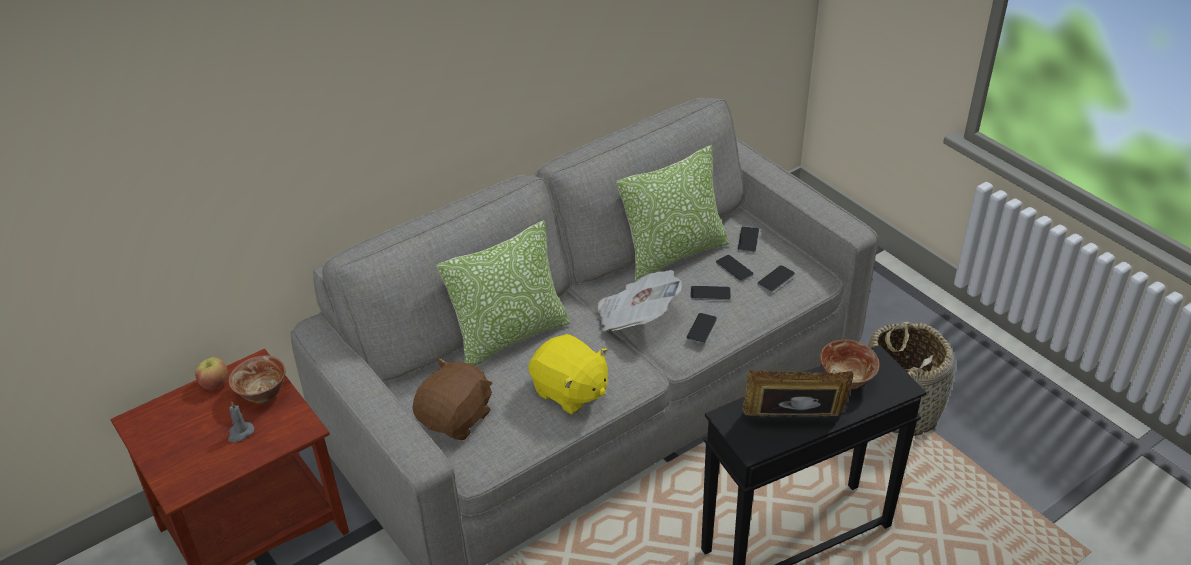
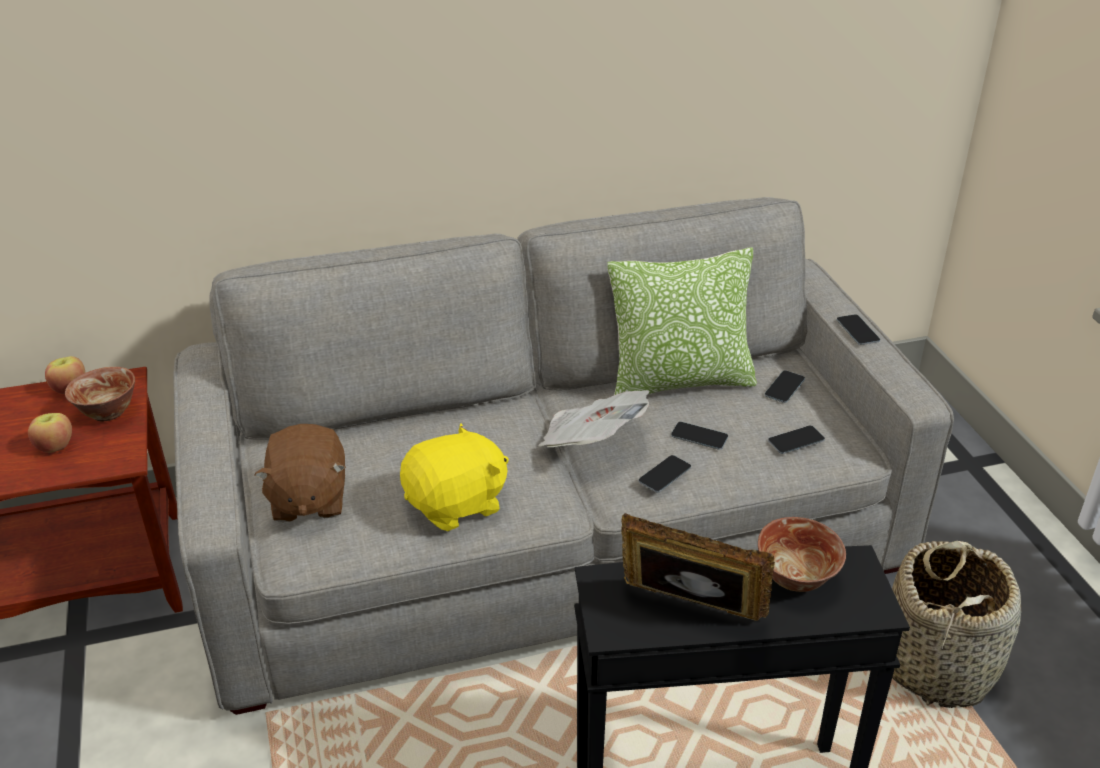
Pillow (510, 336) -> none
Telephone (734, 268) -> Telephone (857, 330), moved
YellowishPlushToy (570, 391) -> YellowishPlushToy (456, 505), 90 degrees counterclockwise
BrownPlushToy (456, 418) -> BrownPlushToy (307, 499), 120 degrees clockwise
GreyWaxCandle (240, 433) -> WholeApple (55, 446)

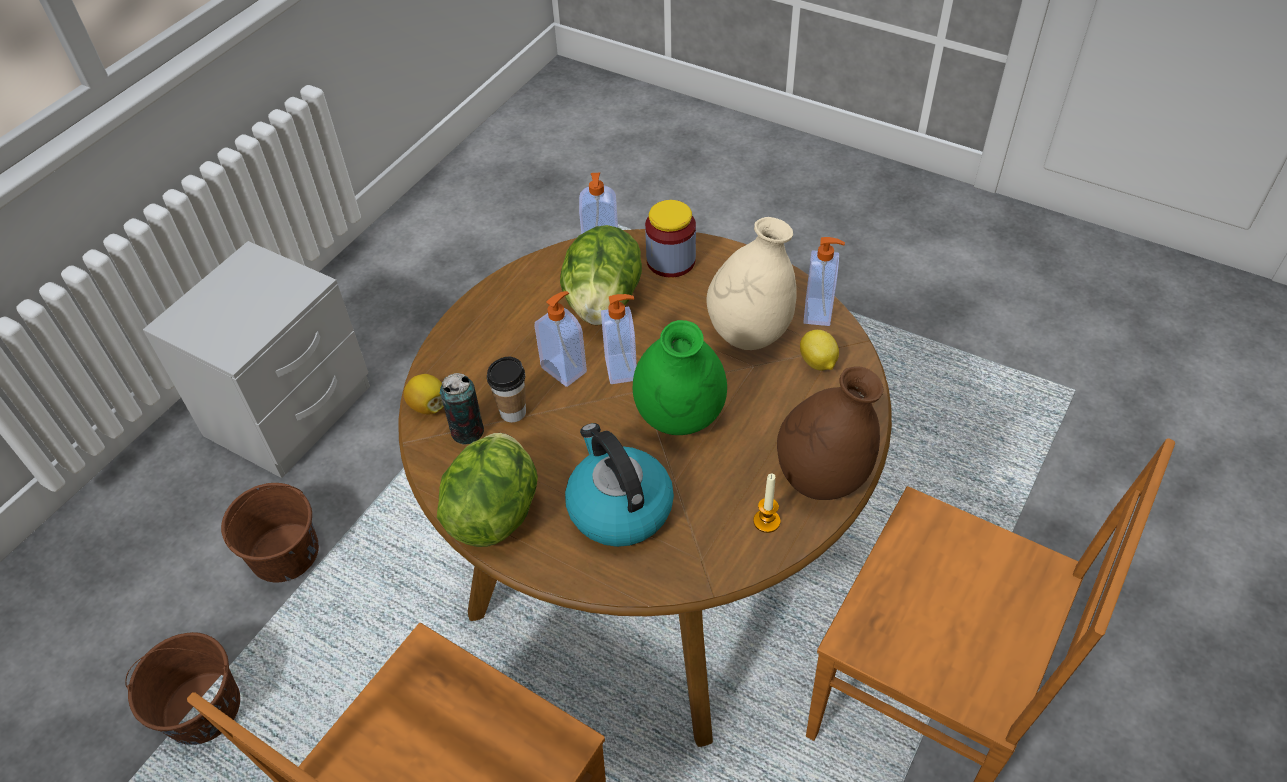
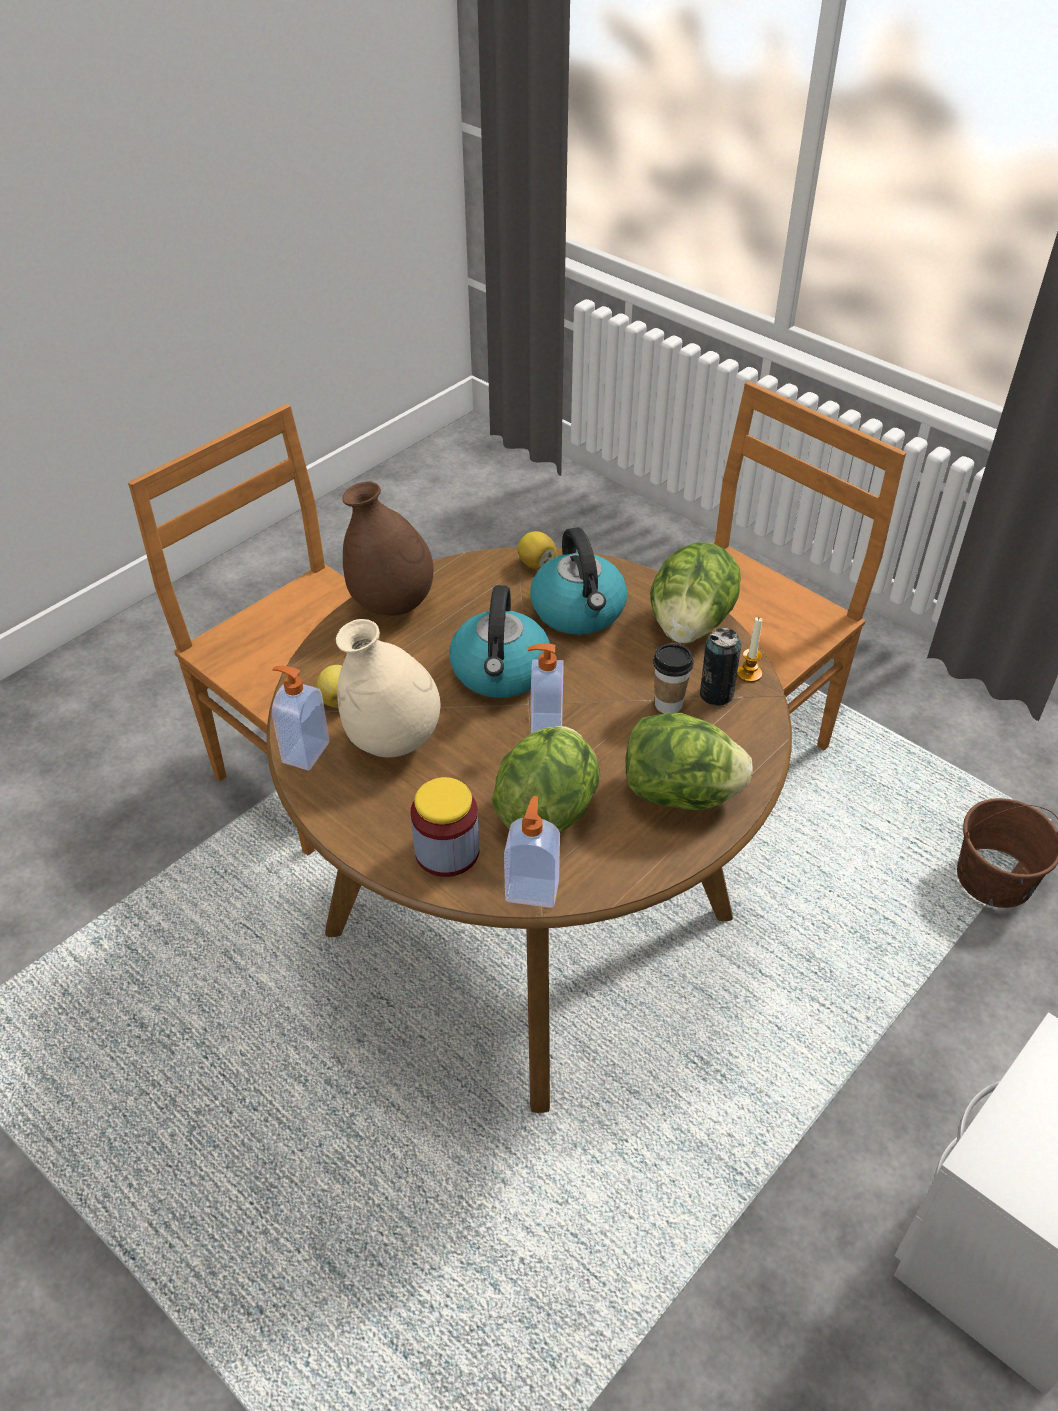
SoapDispenser (565, 369) -> none
GreenDecorativeVase (679, 418) -> WaterKettle (501, 672)
Lemon (428, 405) -> Lemon (536, 564), moved
WaxCandle (766, 521) -> WaxCandle (749, 673), moved
BrownBucket (285, 553) -> none
none -> LettuceHead (681, 794)

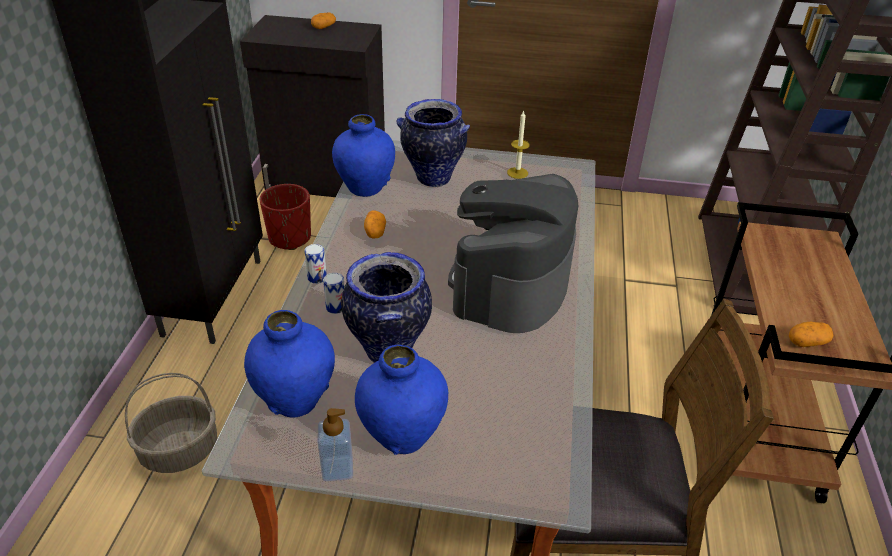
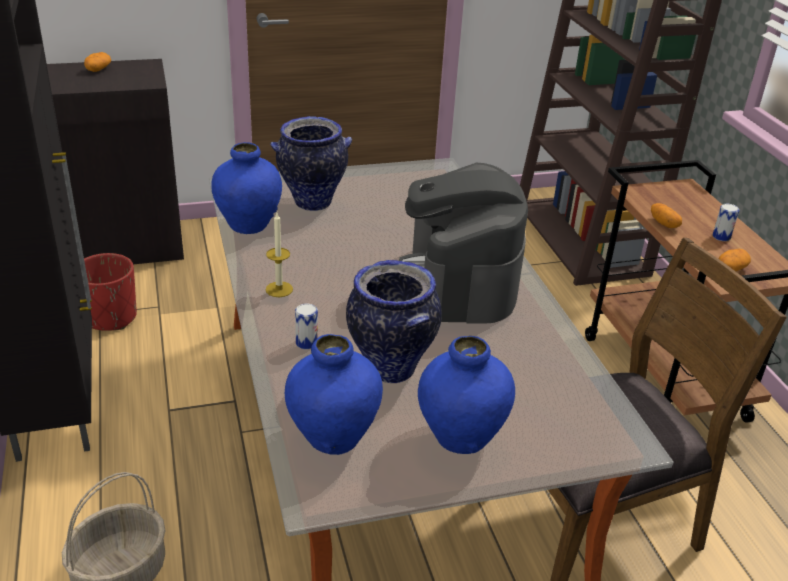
WaxCandle (517, 173) -> WaxCandle (279, 289), moved
Spud (375, 232) -> Spud (664, 223), moved
SealedCan (317, 277) -> SealedCan (721, 236), moved
SoapDispenser (337, 469) -> none

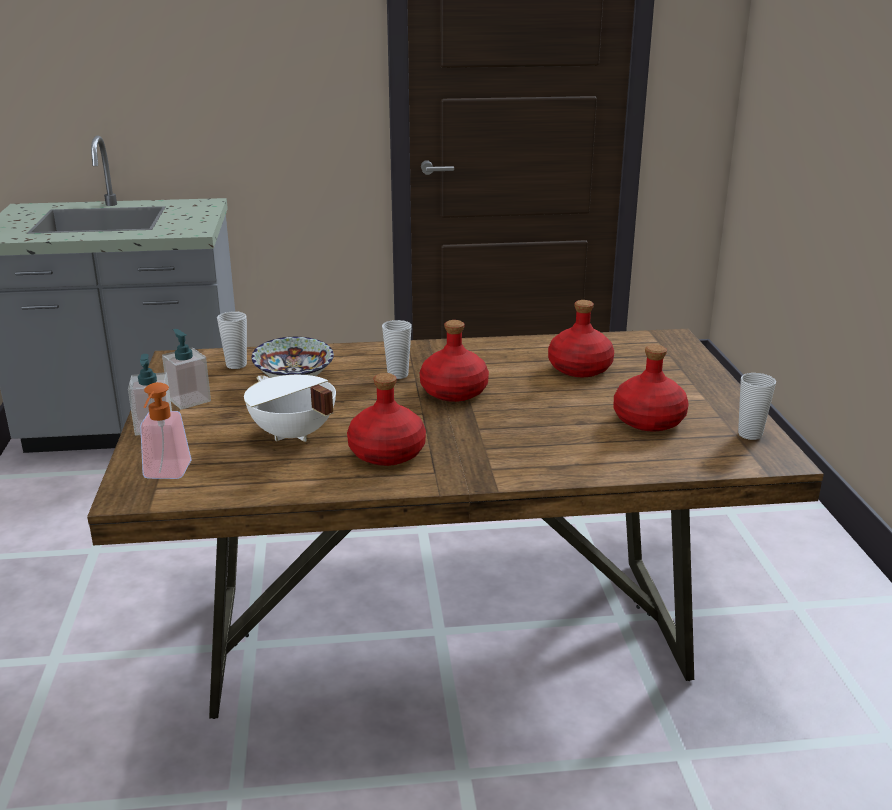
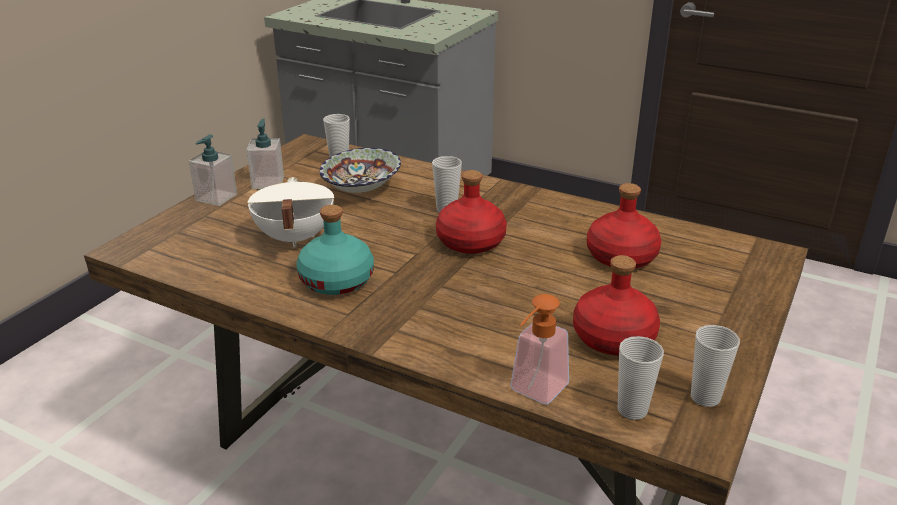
RedColouredDrinkBottle (387, 452) -> TurquoiseDrinkBottle (337, 280)
SoapDispenser (165, 475) -> SoapDispenser (534, 392), moved
none -> SmallCup (632, 410)

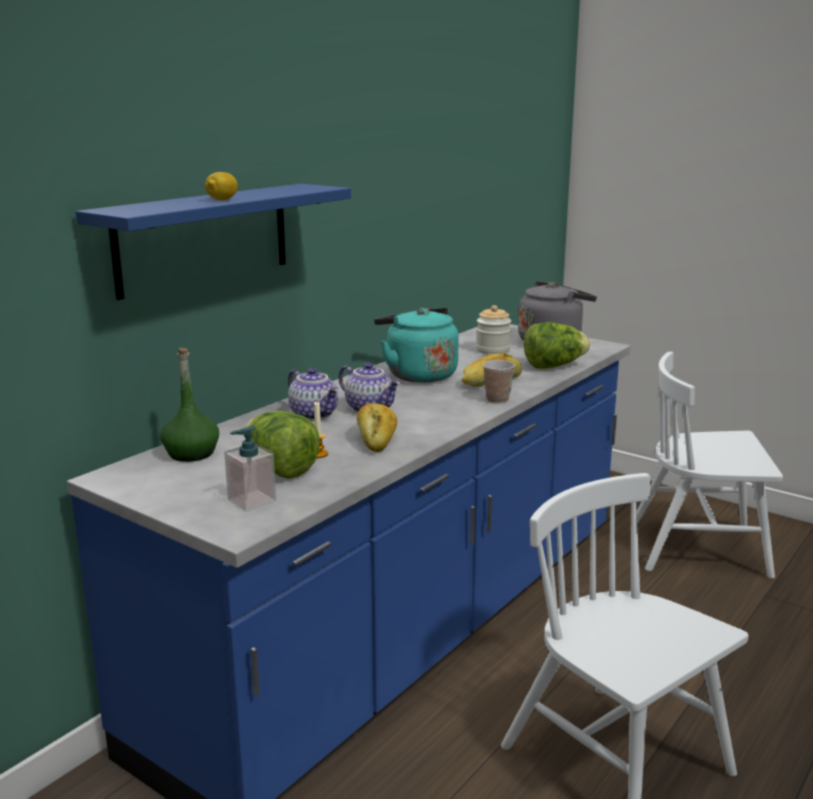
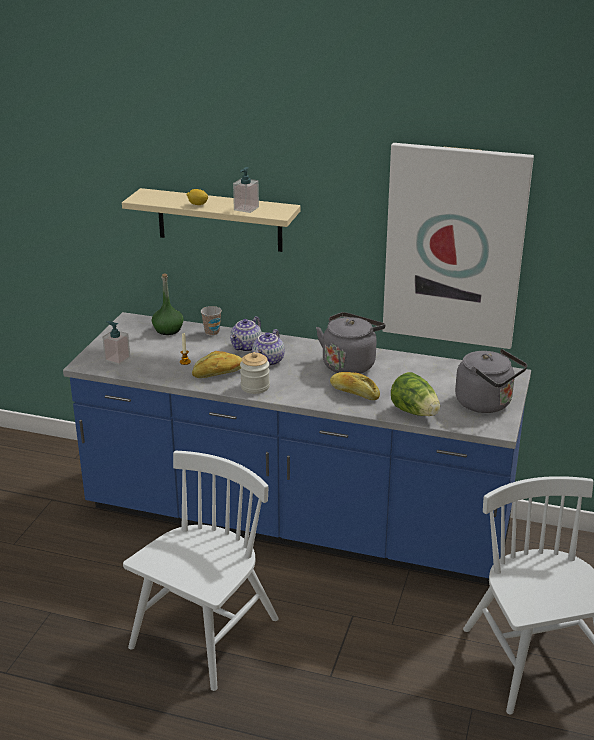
BluishShelf (204, 238) -> BeigeColouredShelf (219, 220)
Jar (492, 350) -> Jar (255, 387), moved
TurquoiseWaterKettle (418, 374) -> GreyWaterKettle (350, 364)
SmallCup (497, 400) -> SmallCup (212, 332), moved
LettuceHead (279, 469) -> none
none -> WallArt (454, 246)
none -> SoapDispenser (246, 208)

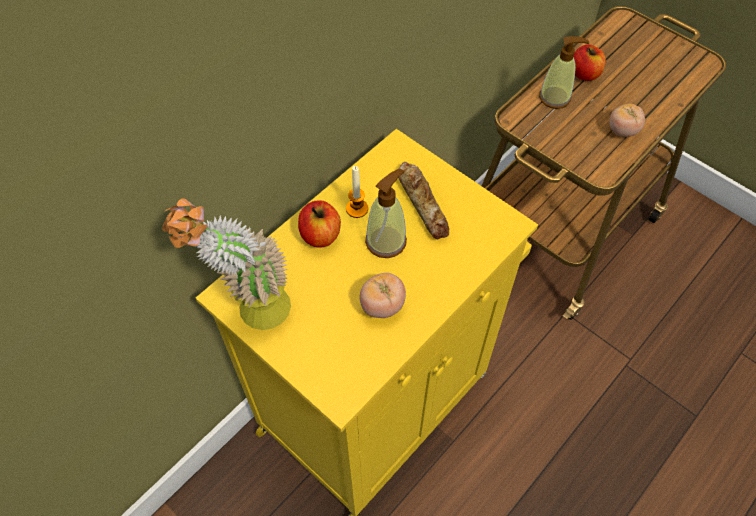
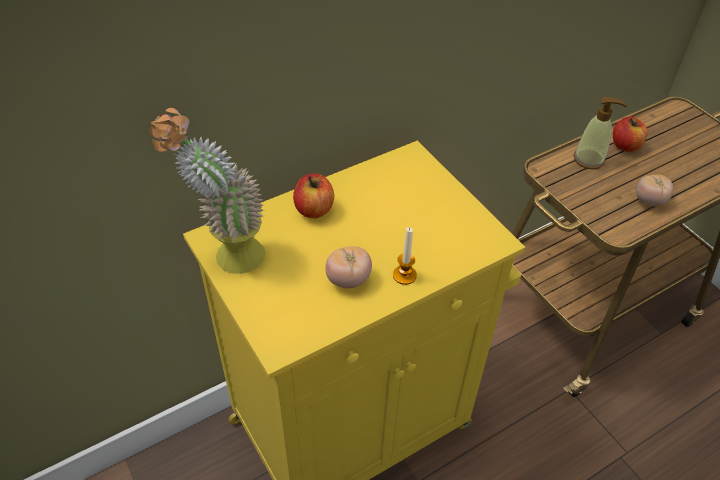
Bread (423, 203) -> none
WaxCandle (357, 209) -> WaxCandle (404, 275), moved
SoapDispenser (386, 241) -> none

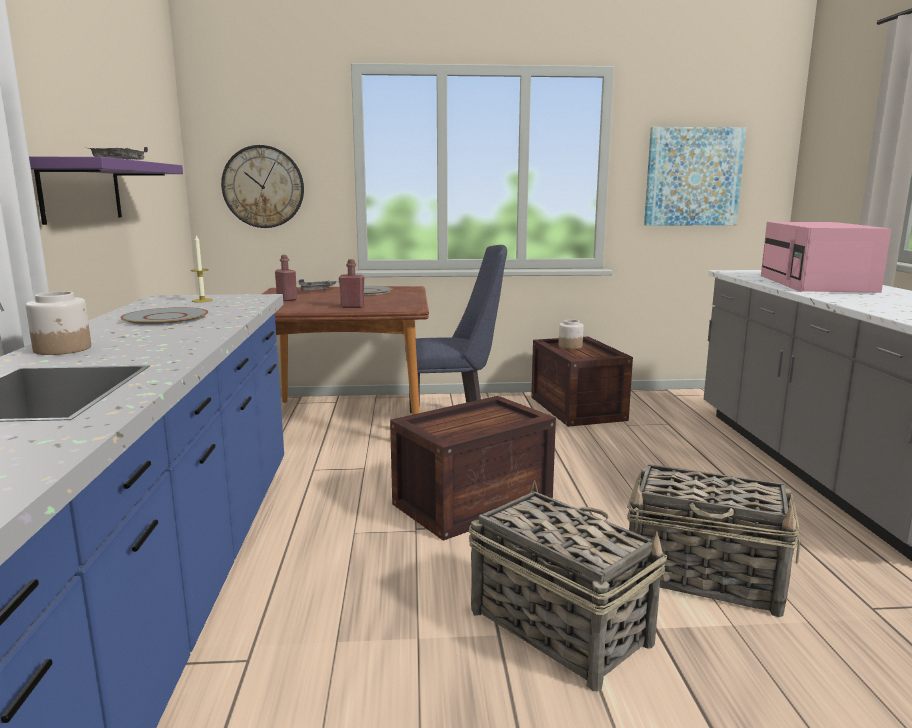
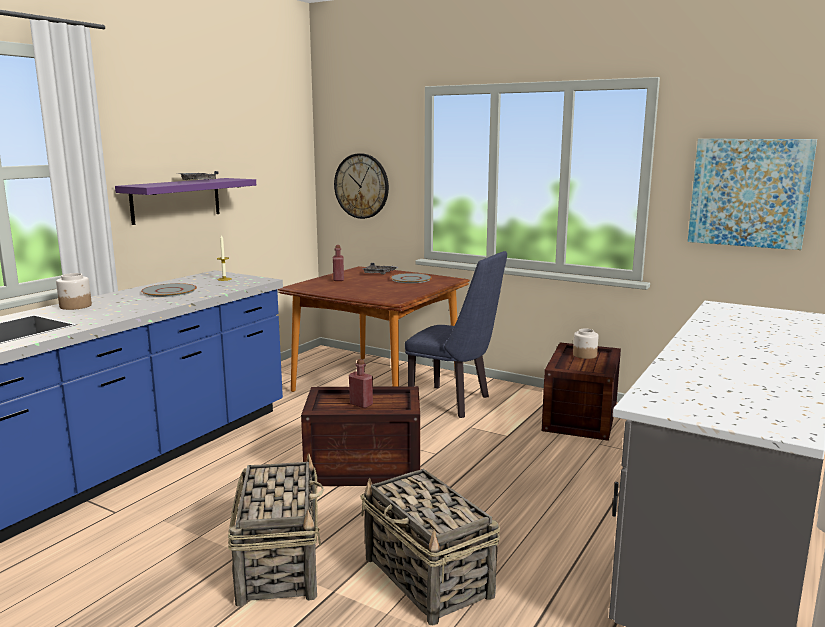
PinkColouredKitchenMicrowave (816, 284) -> none
RedColouredDrinkBottle (352, 307) -> RedColouredDrinkBottle (361, 404), moved

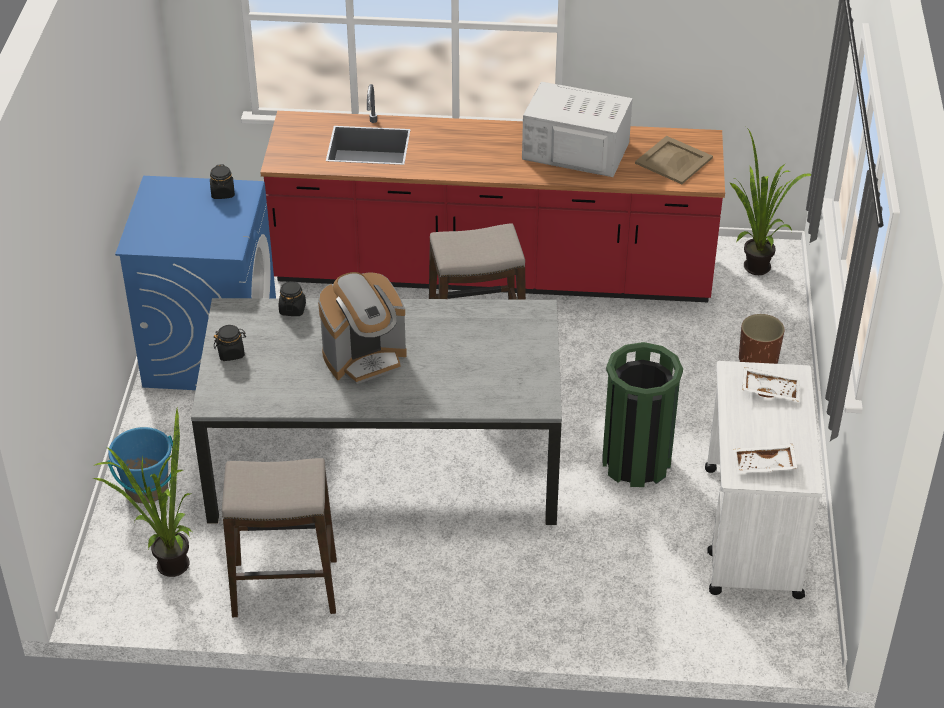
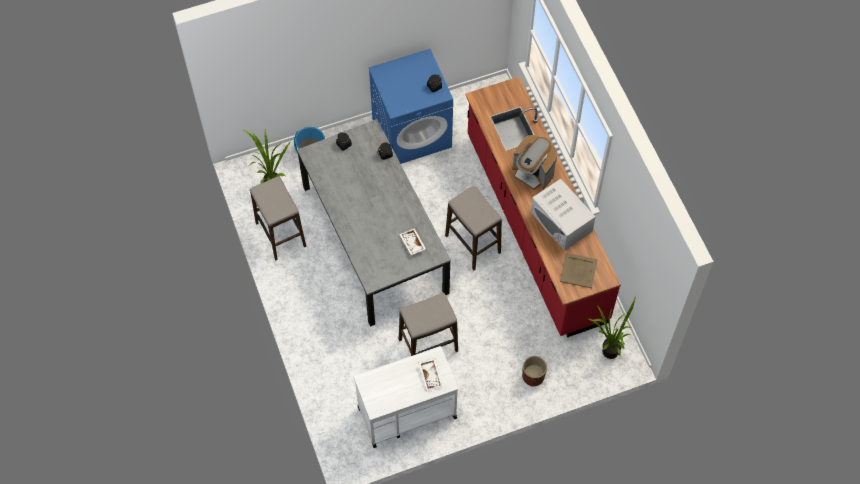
WhiteColouredKitchenMicrowave (575, 150) -> WhiteColouredKitchenMicrowave (561, 222), 150 degrees clockwise
CoffeeBrewer (365, 358) -> CoffeeBrewer (533, 173), moved
GreenWasteBin (636, 462) -> Stool (428, 345)
WhiteColouredTray (764, 466) -> WhiteColouredTray (412, 243), moved

